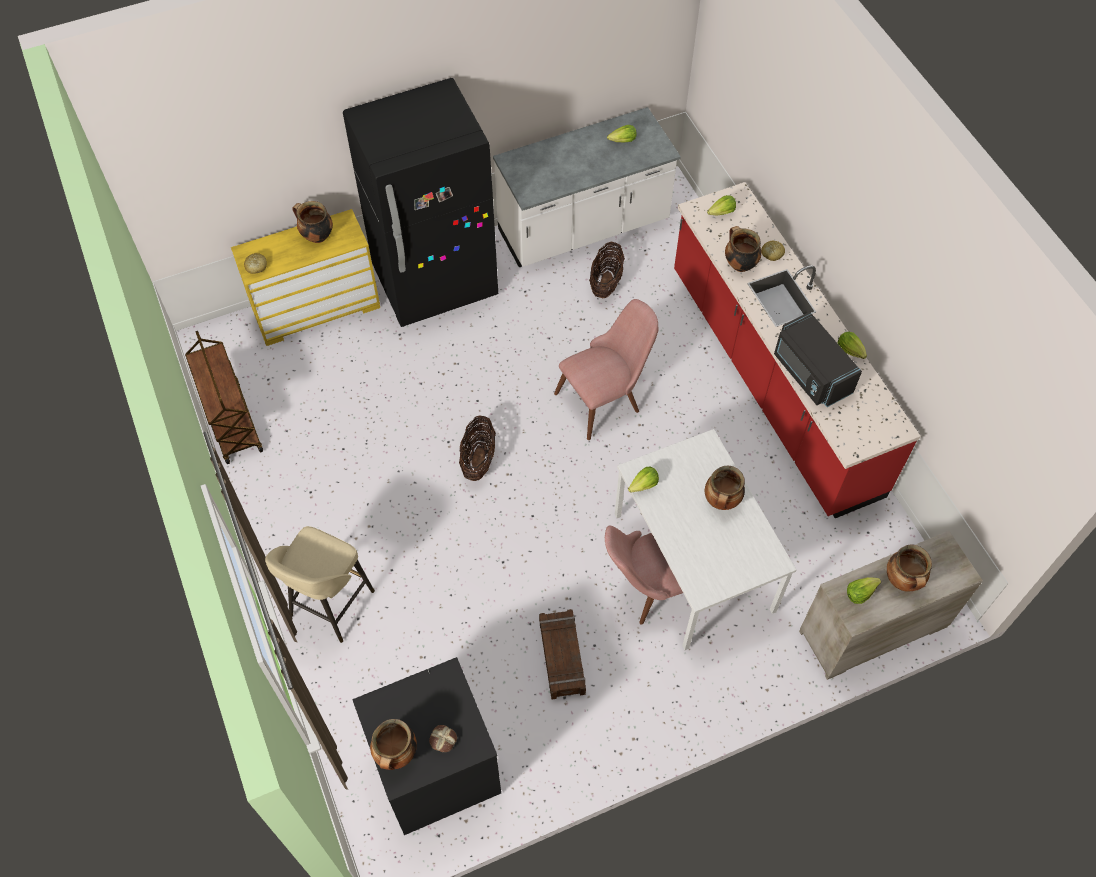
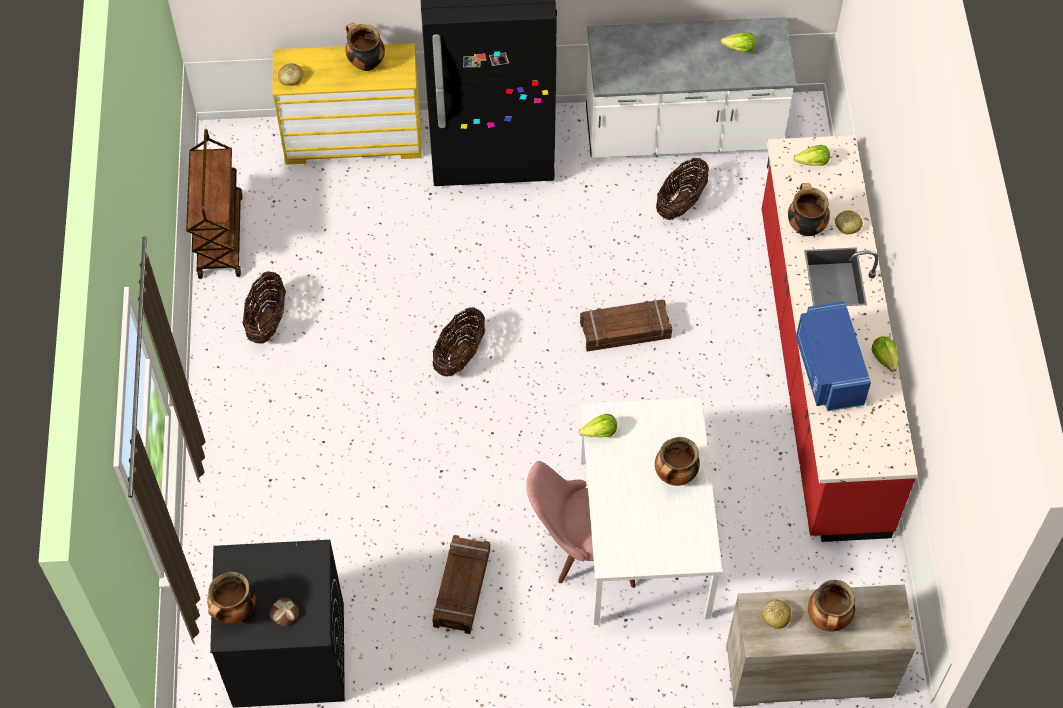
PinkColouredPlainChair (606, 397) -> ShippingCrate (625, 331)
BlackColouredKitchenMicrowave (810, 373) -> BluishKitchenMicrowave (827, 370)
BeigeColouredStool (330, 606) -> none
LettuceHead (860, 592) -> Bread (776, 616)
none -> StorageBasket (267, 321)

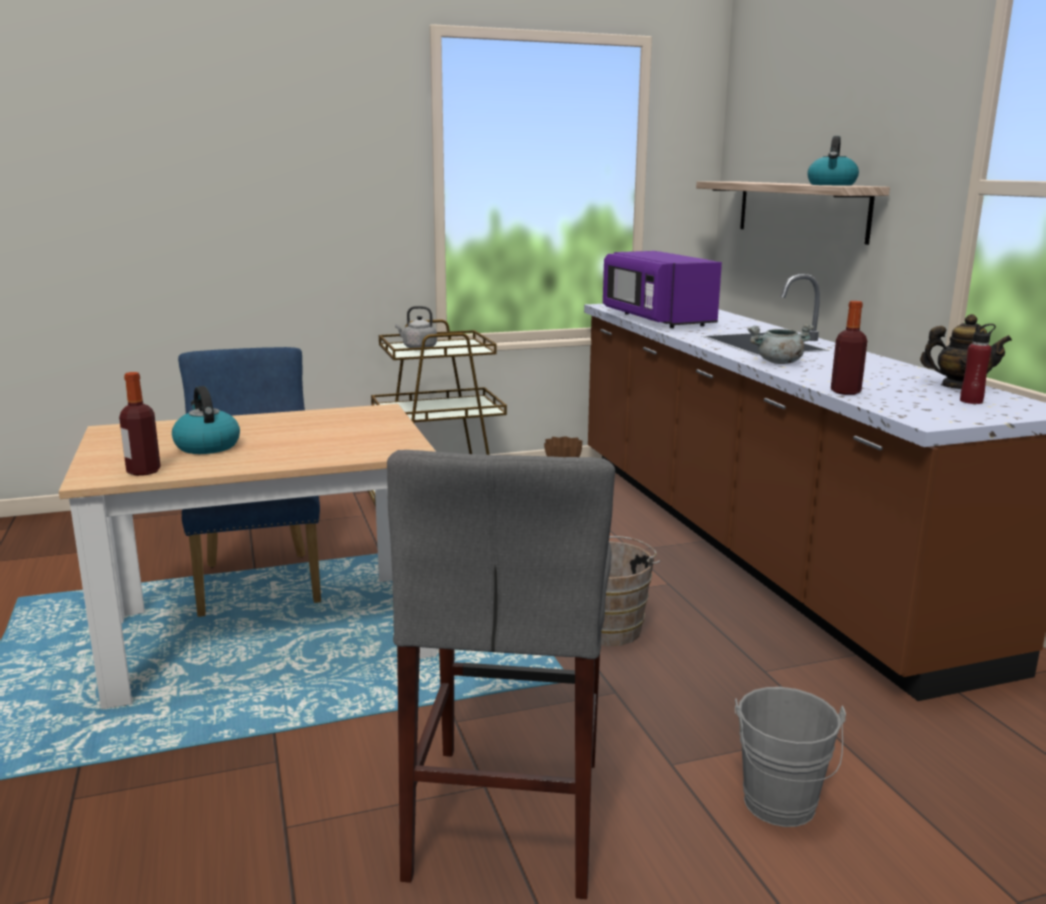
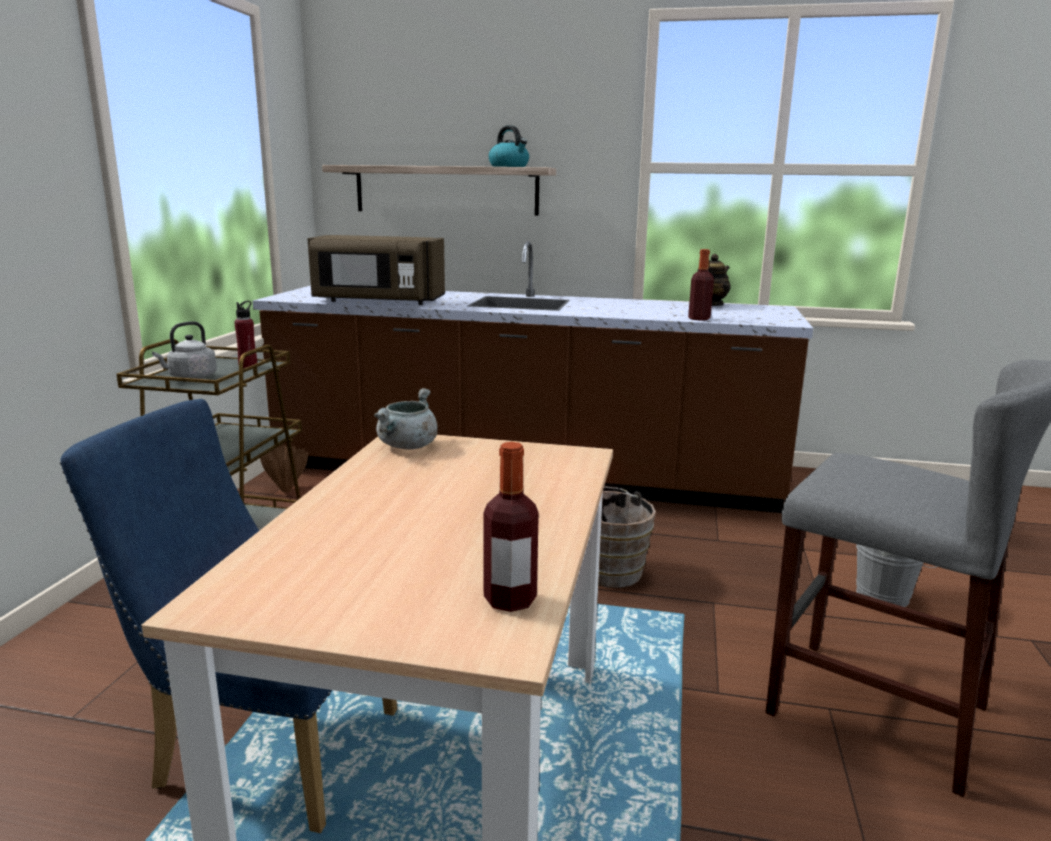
PurplishKitchenMicrowave (656, 319) -> BrownKitchenMicrowave (377, 301)
GreyStockpot (778, 362) -> GreyStockpot (407, 446), moved
RedColouredDrinkBottle (971, 401) -> RedColouredDrinkBottle (248, 367), moved
WaterKettle (206, 446) -> none

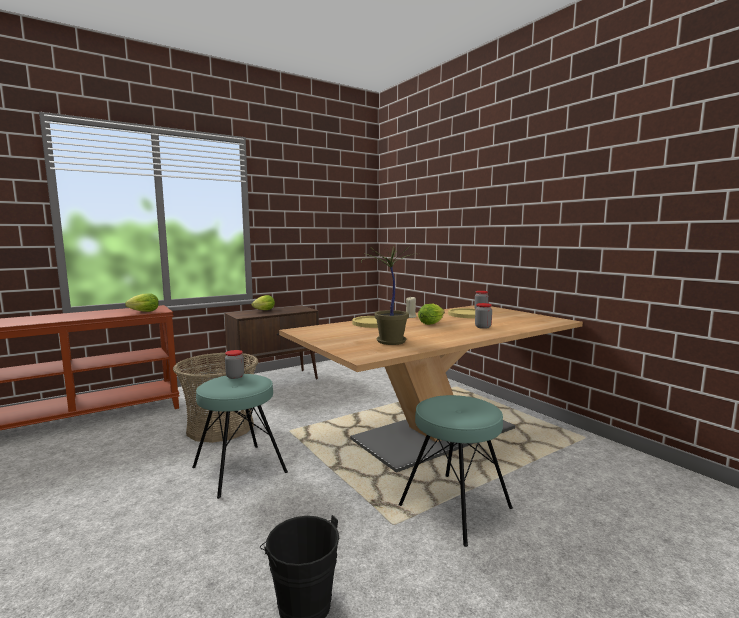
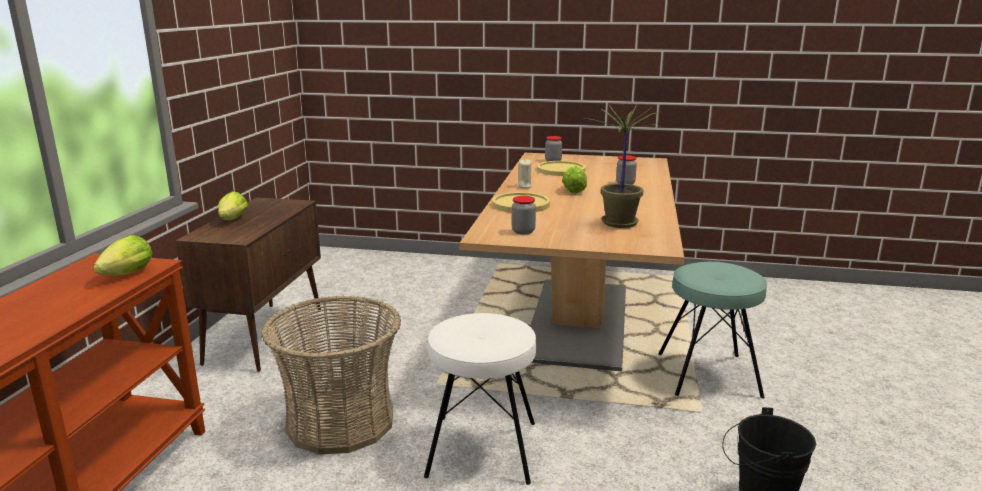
Jar (235, 376) -> Jar (523, 231), moved
TurquoiseStool (239, 470) -> WhiteColouredStool (482, 449)

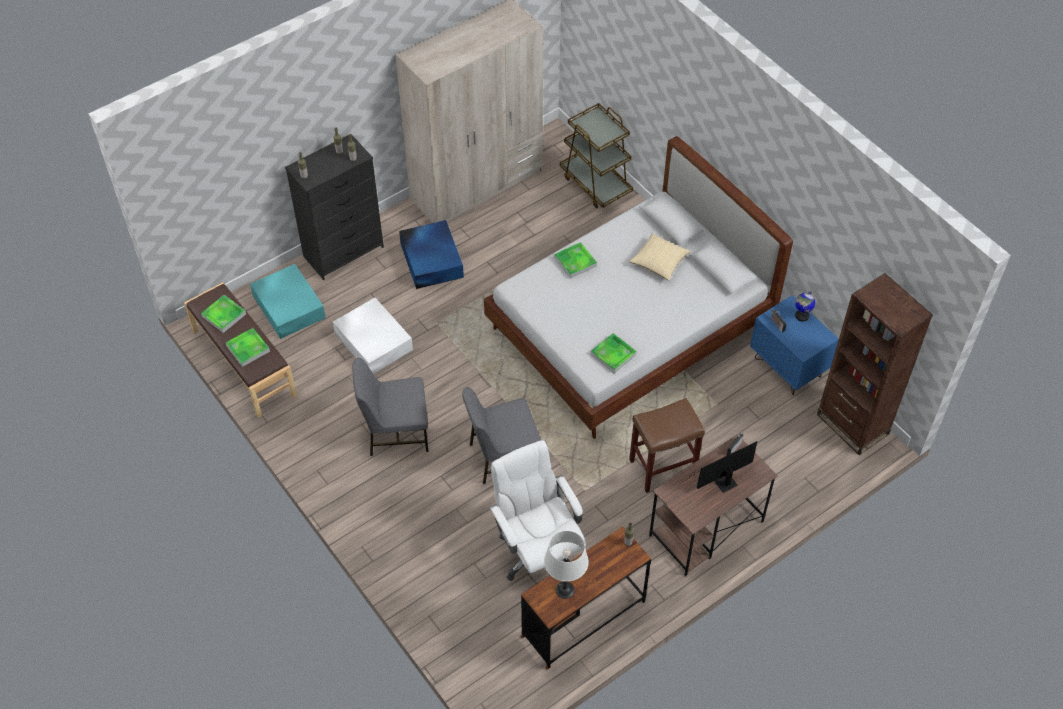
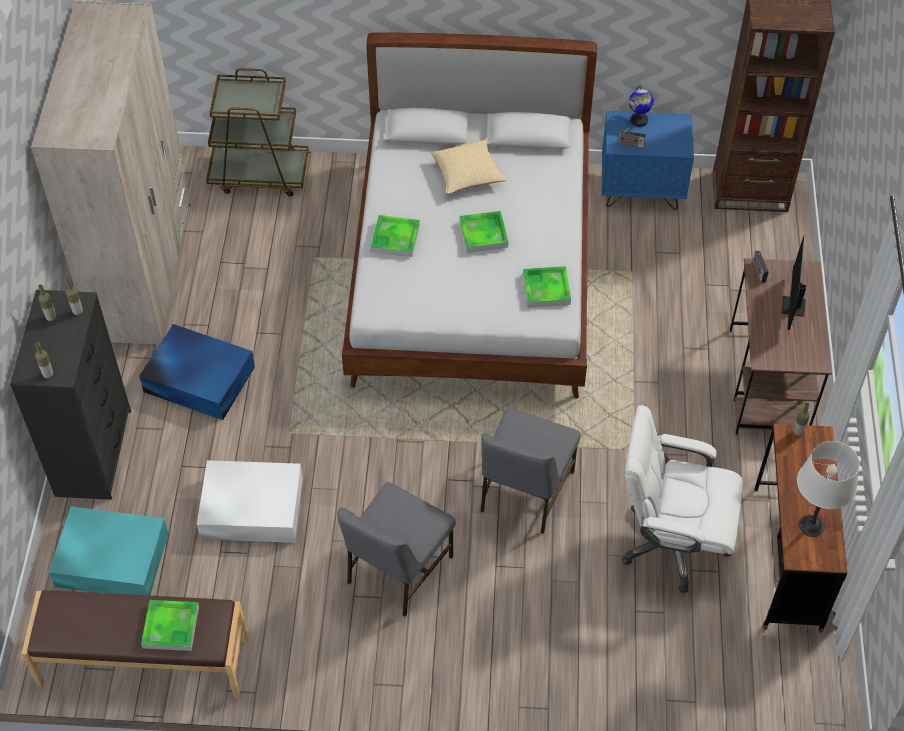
Tray (224, 315) -> Tray (483, 234), moved
BrownStool (663, 467) -> none

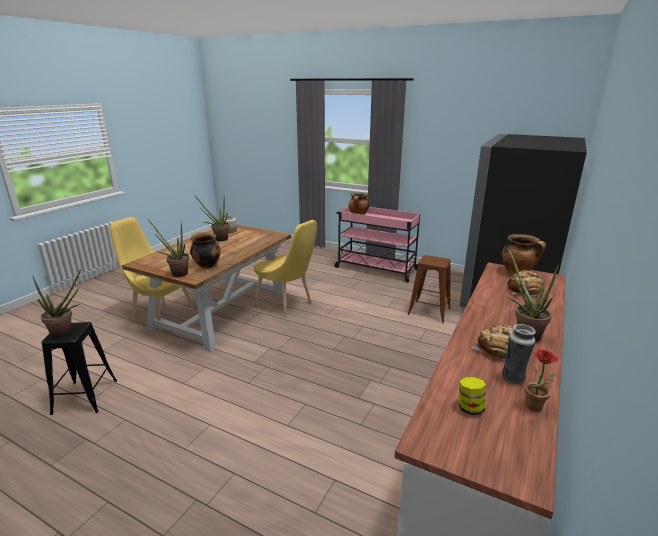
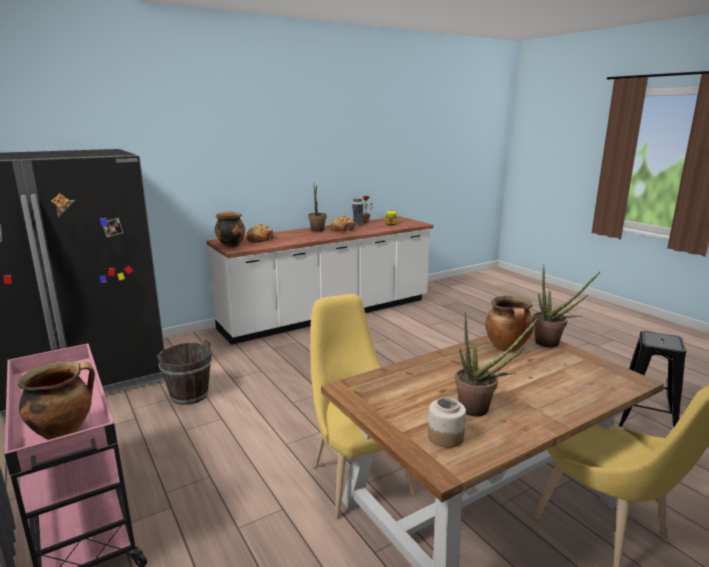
BrownStool (429, 311) -> BrownBucket (189, 395)
PlantInAPot (66, 332) -> none

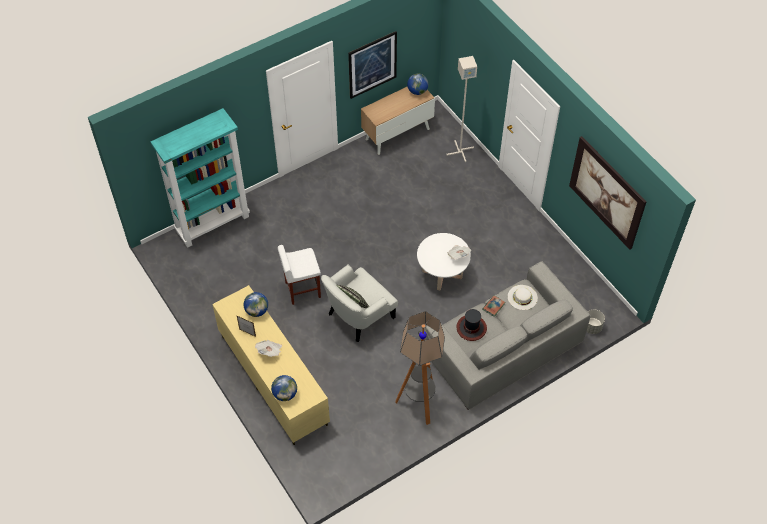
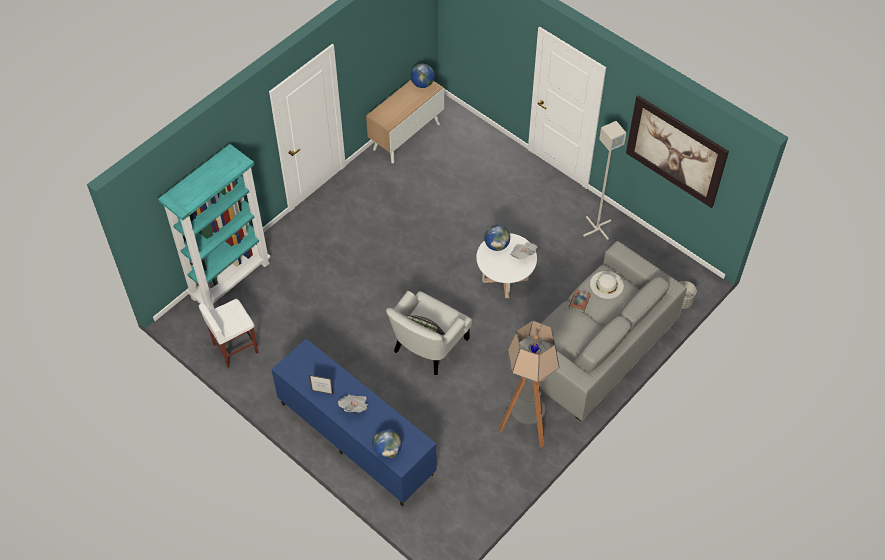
WallArt (372, 64) -> none
GreyStandingLamp (459, 151) -> GreyStandingLamp (597, 228), moved
WhiteColouredStool (302, 290) -> WhiteColouredStool (235, 348), moved
BeigeColouredMediaConsole (273, 379) -> BluishMediaConsole (355, 439)
DeskGlobe (257, 311) -> DeskGlobe (496, 245), moved
WearableHat (471, 328) -> none

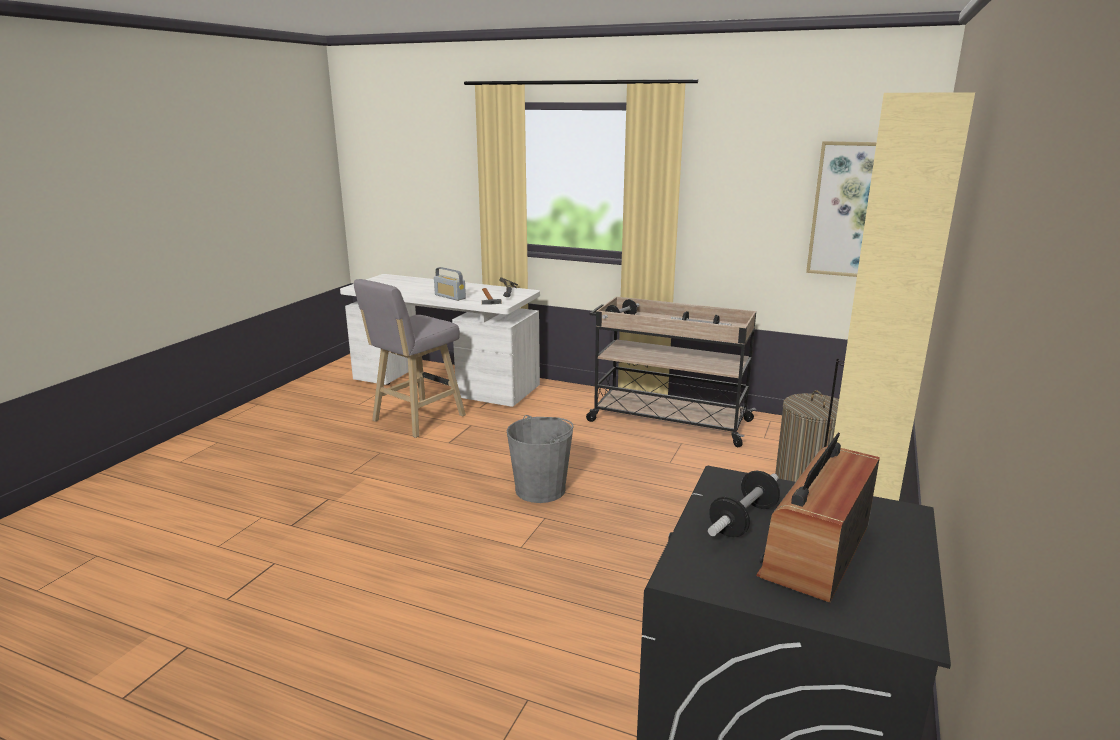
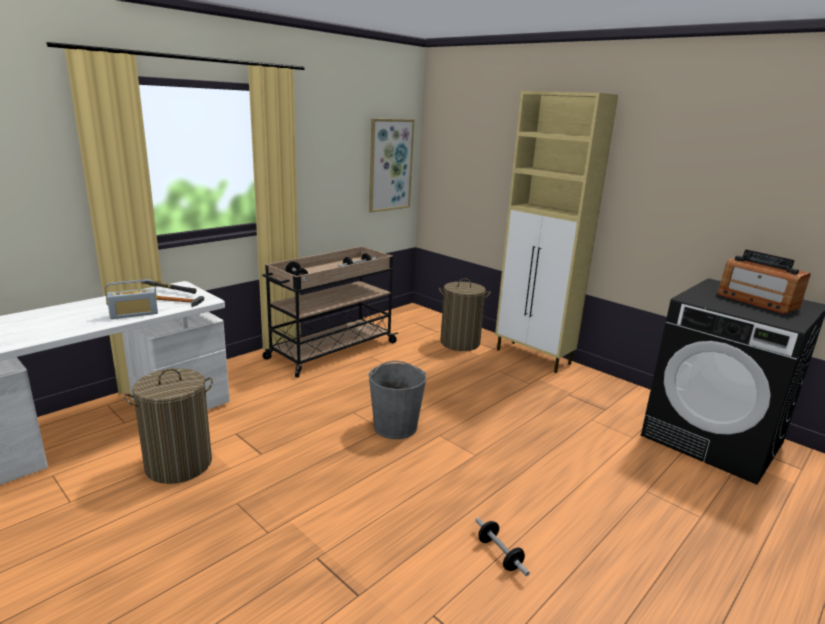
GreyStool (415, 419) -> LaundryBasket (178, 464)
Dumbbell (743, 520) -> Dumbbell (499, 555), moved

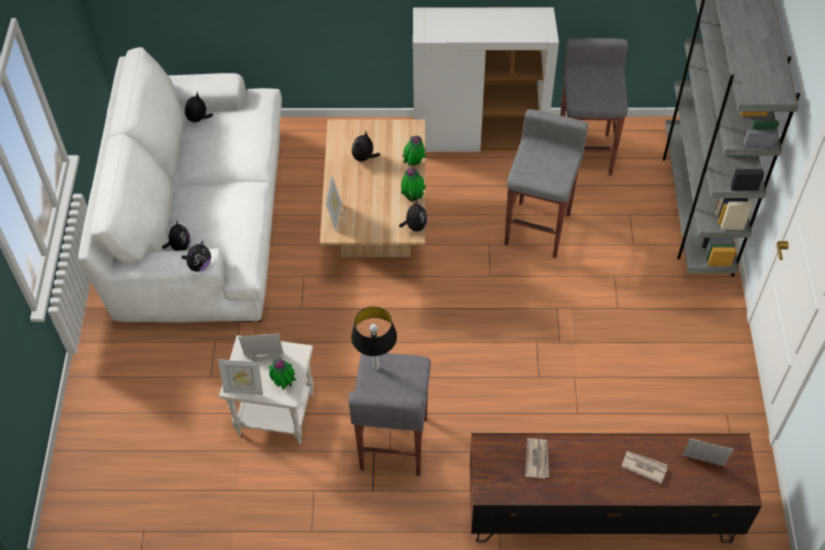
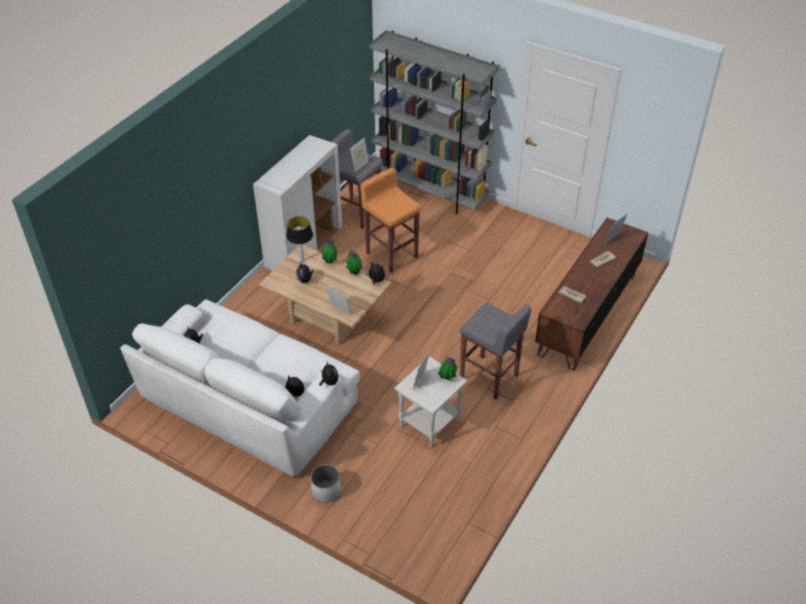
GreyStool (539, 228) -> OrangeyStool (391, 254)
TableLamp (375, 367) -> TableLamp (302, 261), moved
PictureFrame (244, 389) -> PictureFrame (359, 166), moved
none -> WhiteColouredPlantPot (326, 491)

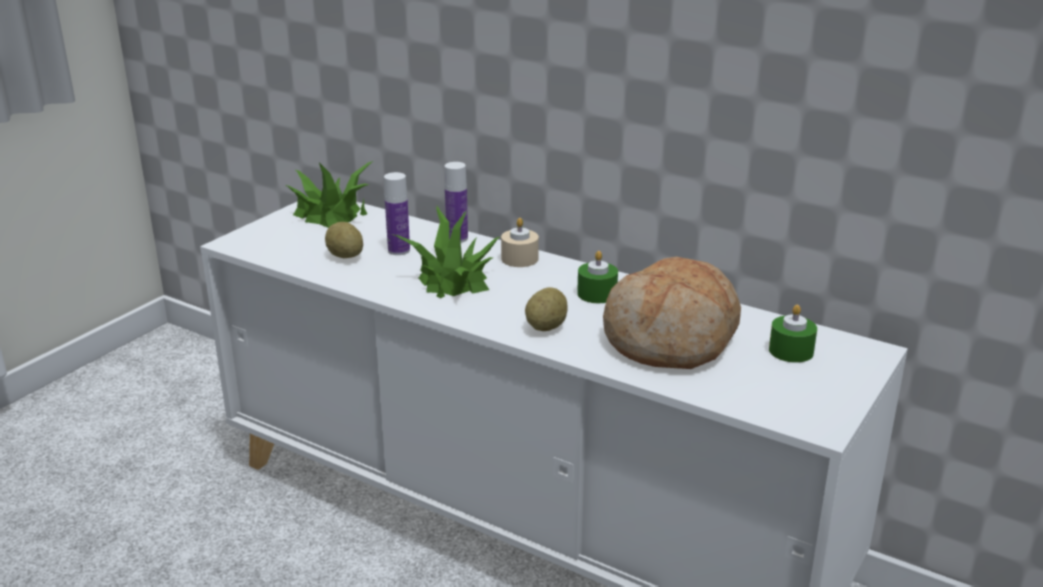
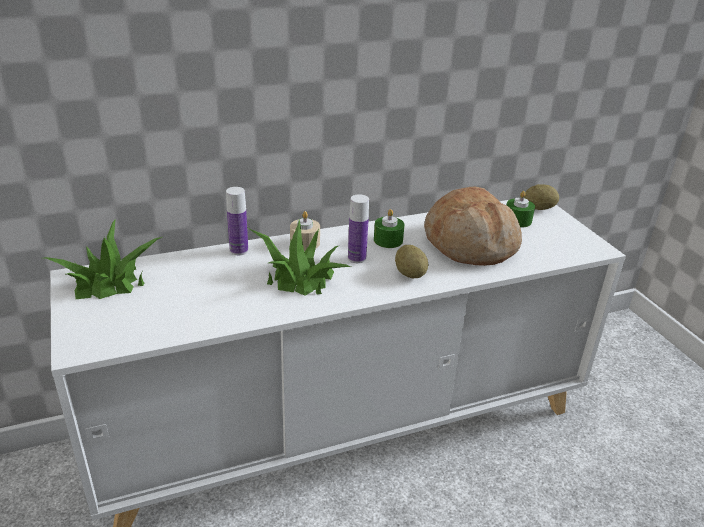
DrinkBottle (399, 250) -> DrinkBottle (356, 258), moved
Spud (345, 256) -> Spud (539, 208), moved

